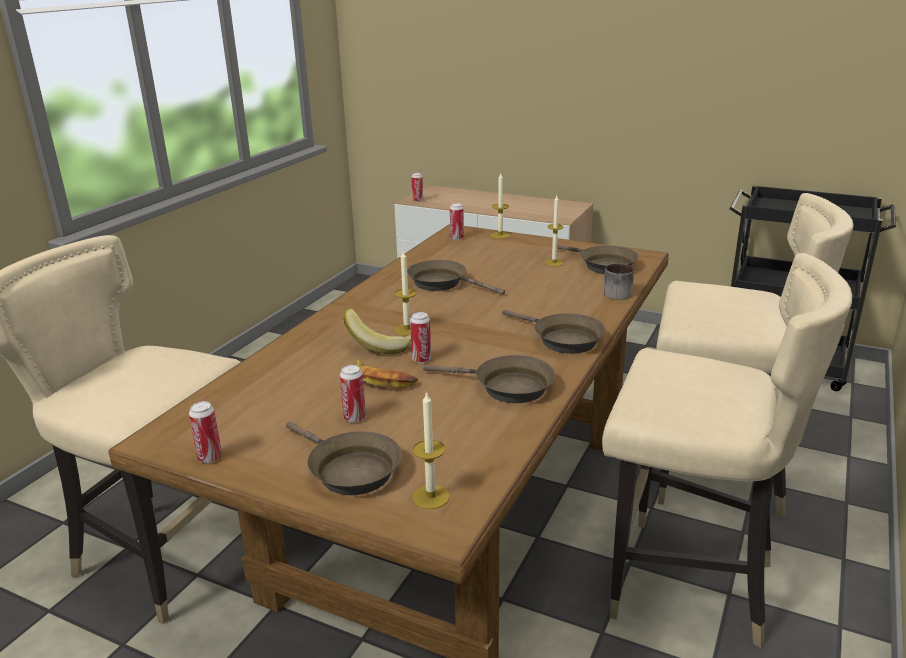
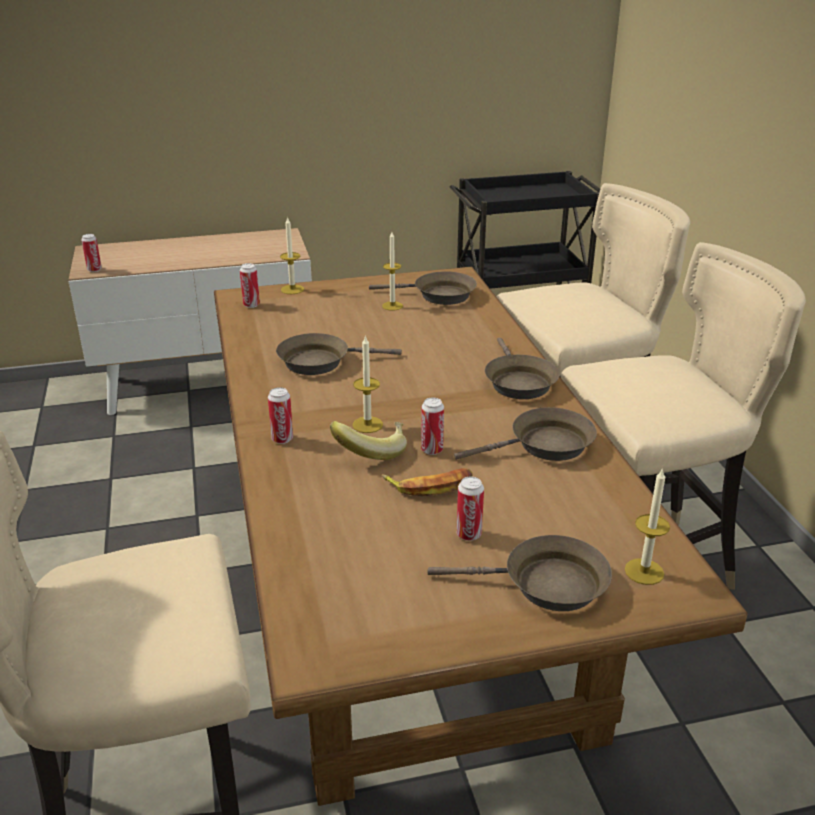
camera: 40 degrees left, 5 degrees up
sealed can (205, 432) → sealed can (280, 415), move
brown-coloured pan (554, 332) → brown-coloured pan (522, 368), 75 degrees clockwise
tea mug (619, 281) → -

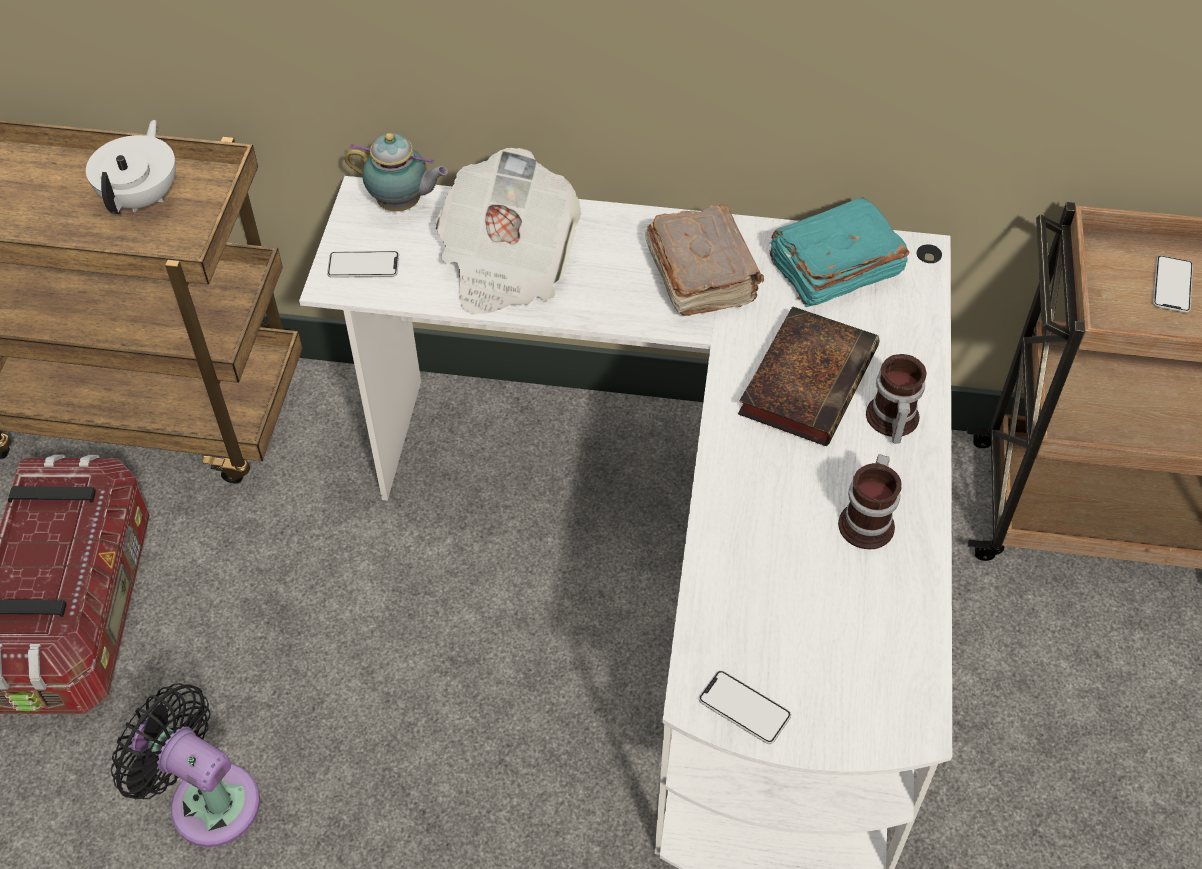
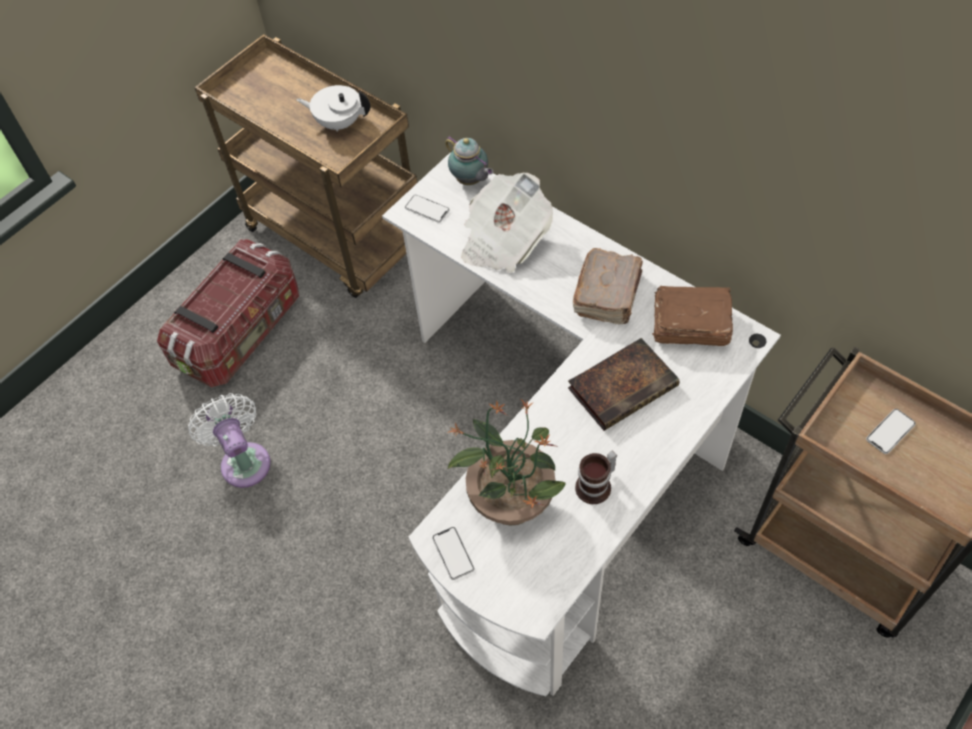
camera: 35 degrees right, 5 degrees up
black fan (185, 765) → whitish fan (229, 440)
whitish teapot (131, 167) → whitish teapot (333, 108), 120 degrees counterclockwise
- → houseplant (507, 462)
turquoise volume (839, 252) → brown-coloured volume (692, 316)
tea mug (896, 399) → -

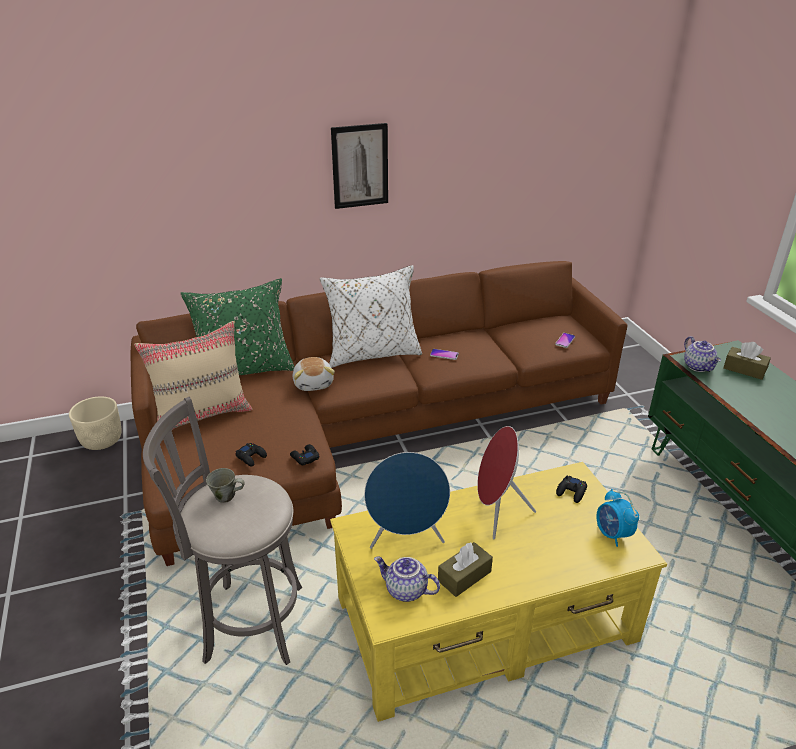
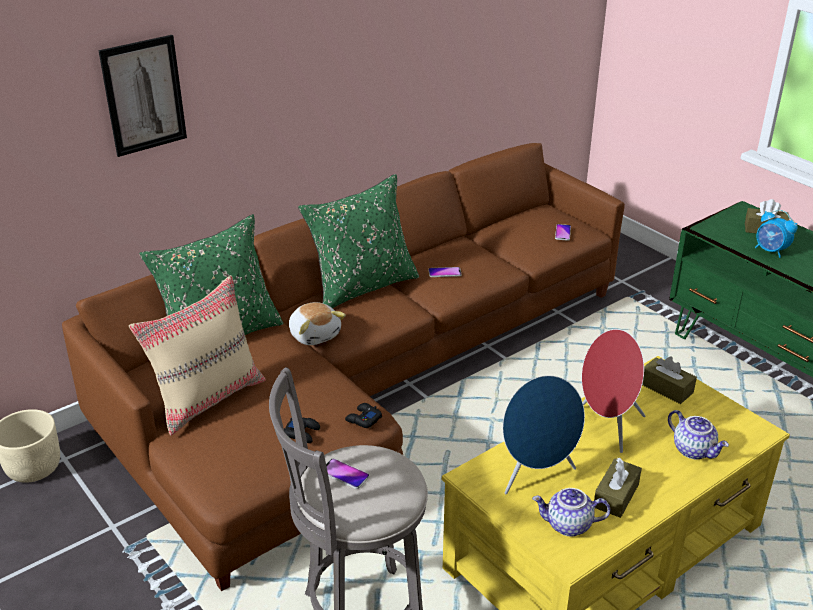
camera: 20 degrees left, 0 degrees up
wall art (359, 166) → wall art (142, 96), move
whitish pillow (371, 316) → greenish pillow (358, 241)
gray tea mug (225, 485) → telephone (347, 473)
black joypad (571, 489) → brown-coloured tissue holder (669, 380)
teapot (702, 354) → teapot (698, 435), move
bedside clock (617, 518) → bedside clock (776, 234), move

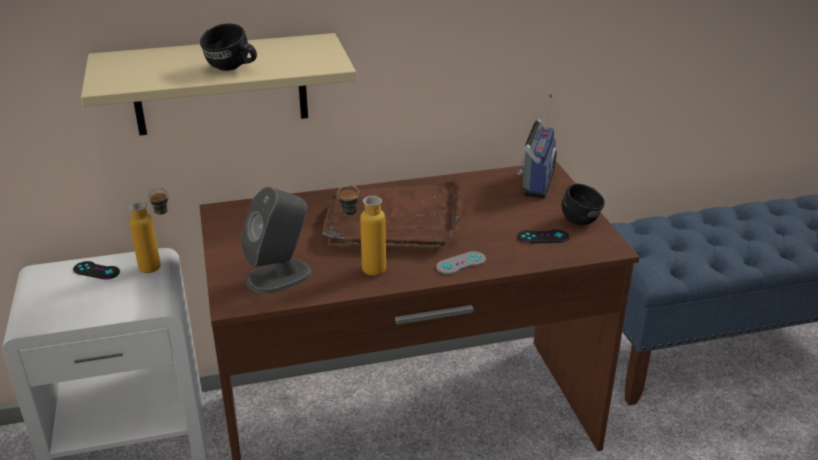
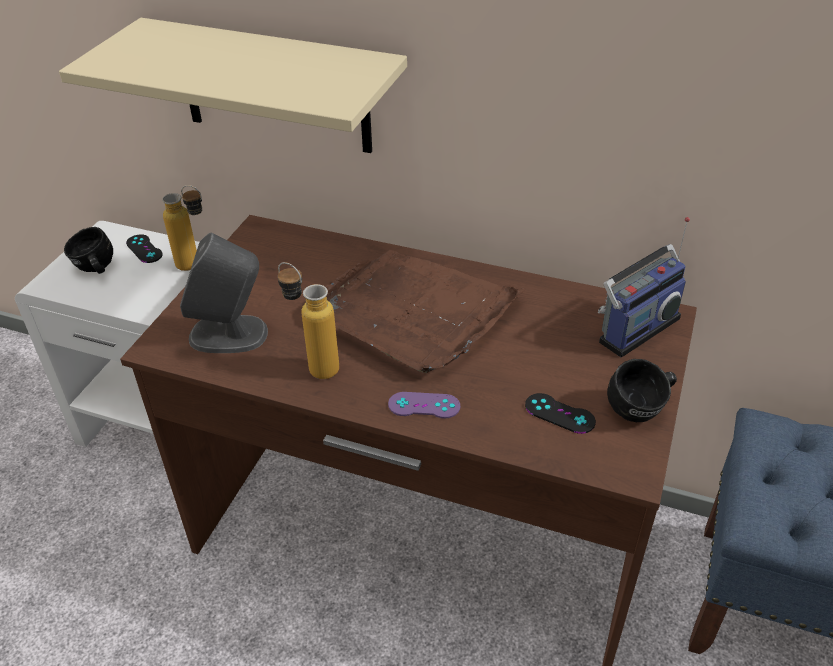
camera: 35 degrees right, 10 degrees up
black tea mug (228, 47) → black tea mug (88, 250), move
gray joypad (461, 262) → purple joypad (424, 405)

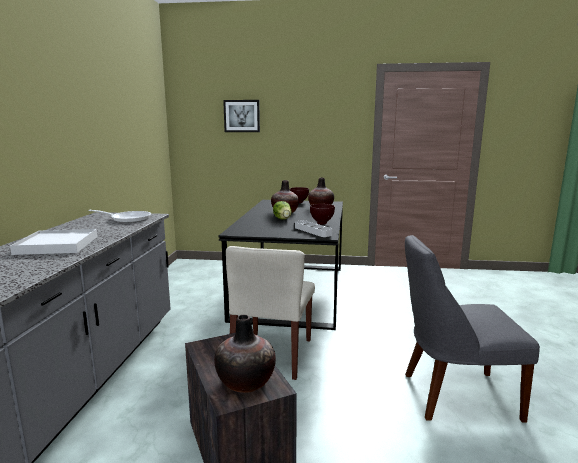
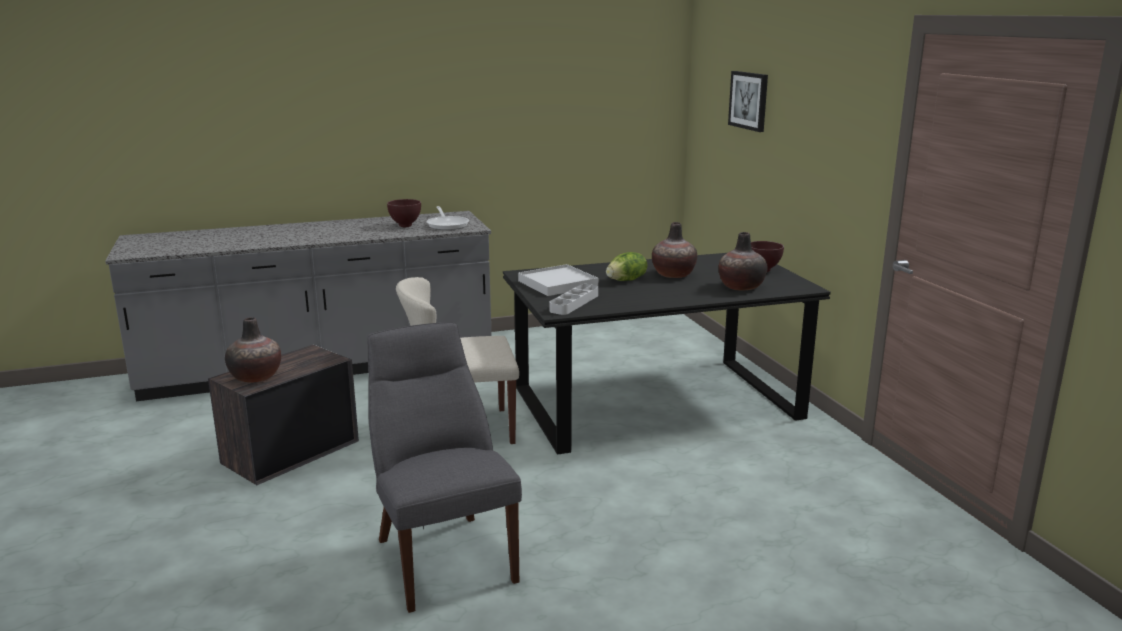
camera: 65 degrees right, 5 degrees up
brown-coloured bowl (322, 214) → brown-coloured bowl (404, 213), move
whitish tray (53, 242) → whitish tray (558, 280), move

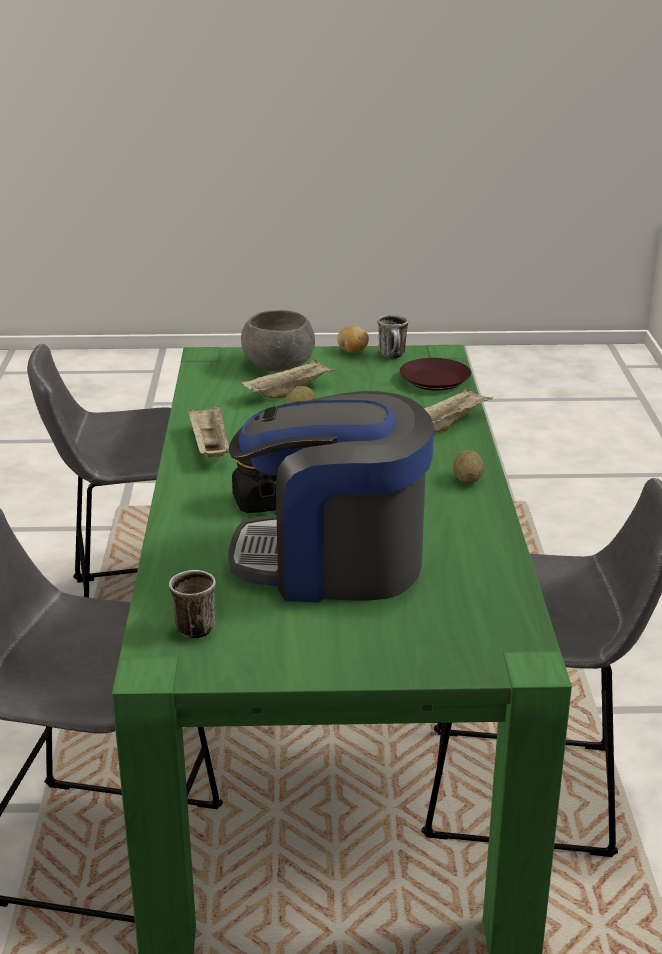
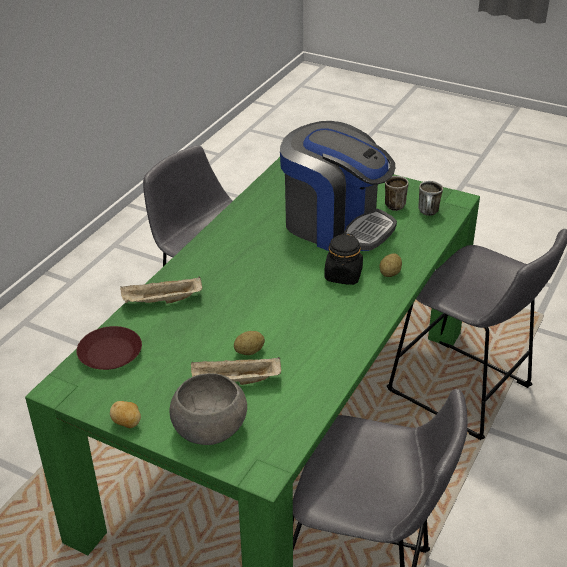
camera: 150 degrees left, 10 degrees up
potato (468, 466) → potato (390, 265), move
tea mug (392, 337) → tea mug (397, 193), move
beige-coloured tray (208, 431) → -

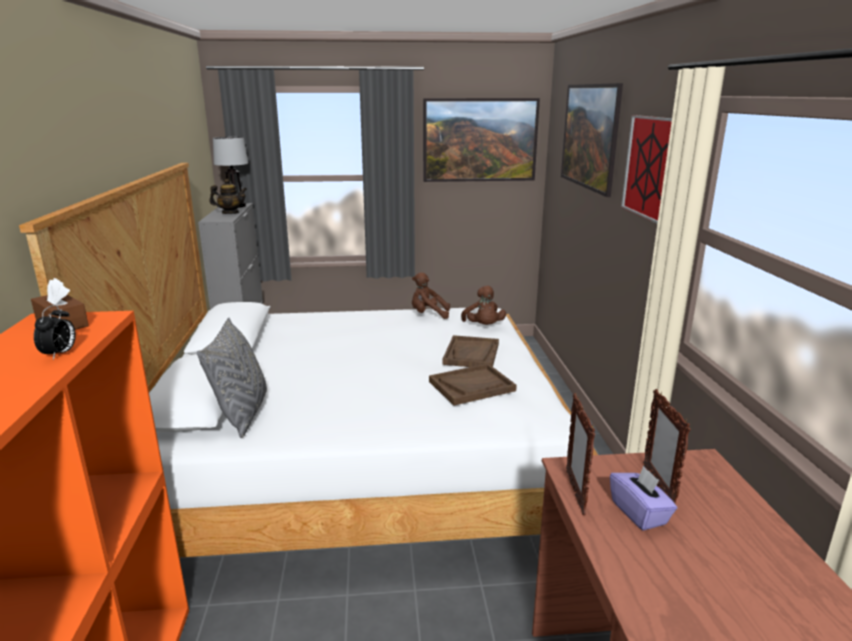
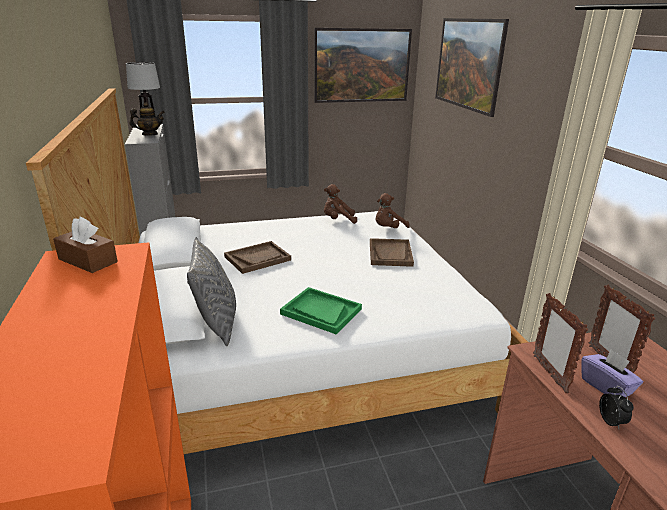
camera: 10 degrees left, 5 degrees up
brown-coloured tray (473, 384) → brown-coloured tray (257, 257), move
- → greenish tray (321, 310)
brown-coloured plush toy (483, 305) → brown-coloured plush toy (393, 210), 75 degrees clockwise
bedside clock (55, 332) → bedside clock (616, 407), move
wall art (646, 169) → -

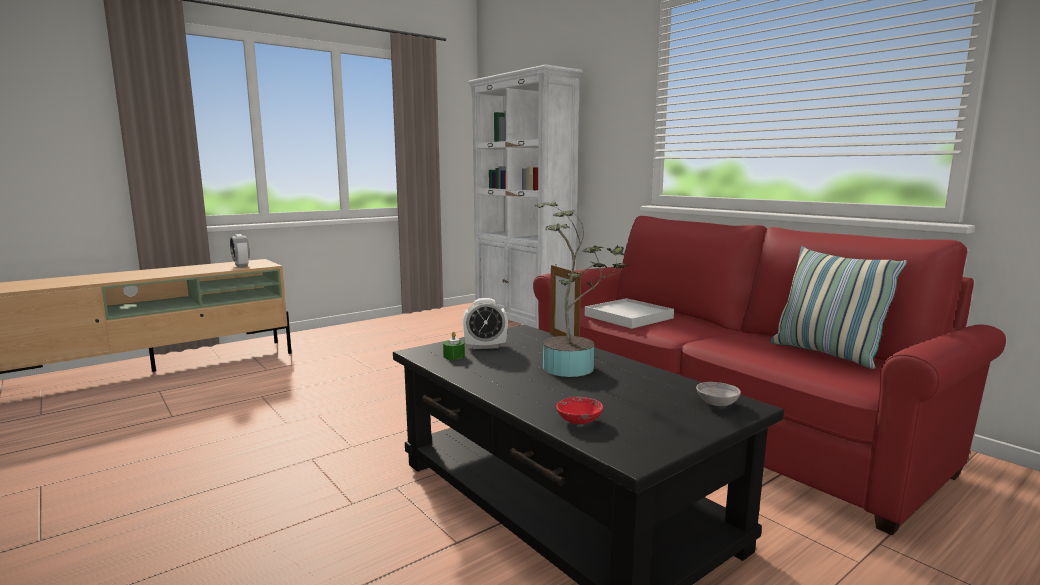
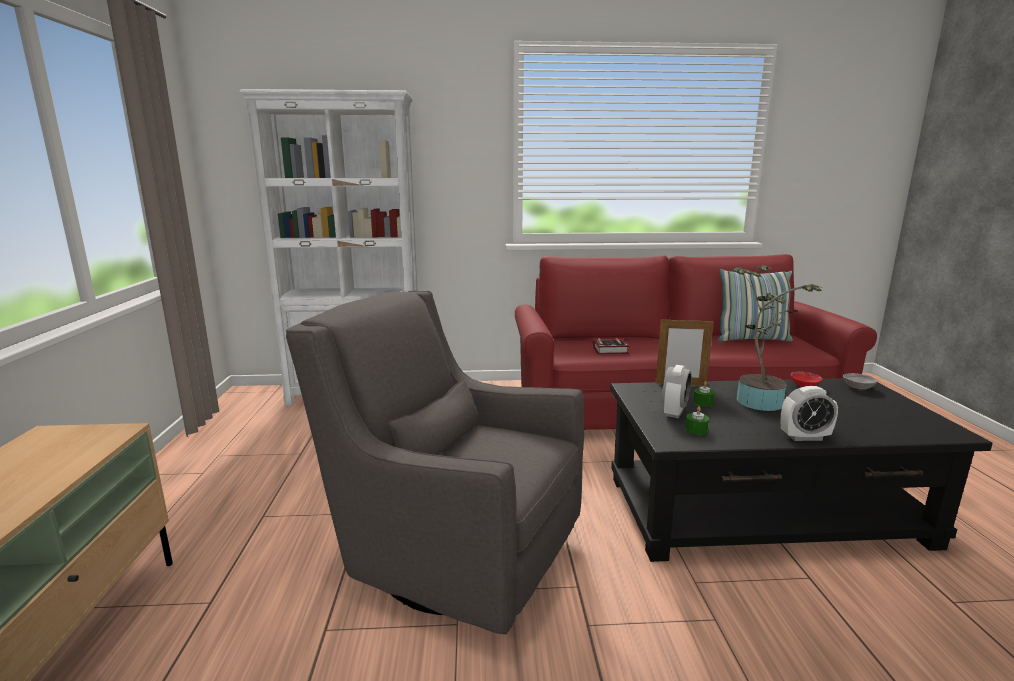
camera: 55 degrees left, 5 degrees up
- → gray armchair (435, 462)
whitish tray (629, 313) → volume (611, 346)
- → greenish wax candle (704, 394)
bedside clock (240, 250) → bedside clock (809, 413), move
reddish bowl (579, 410) → reddish bowl (806, 379), move

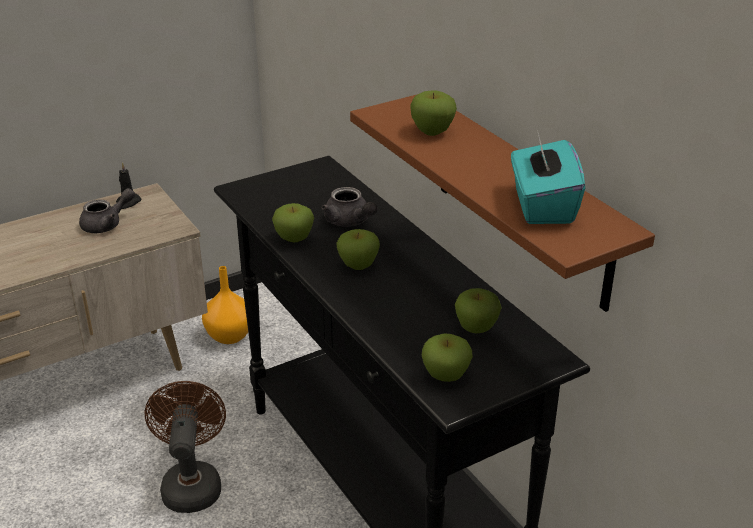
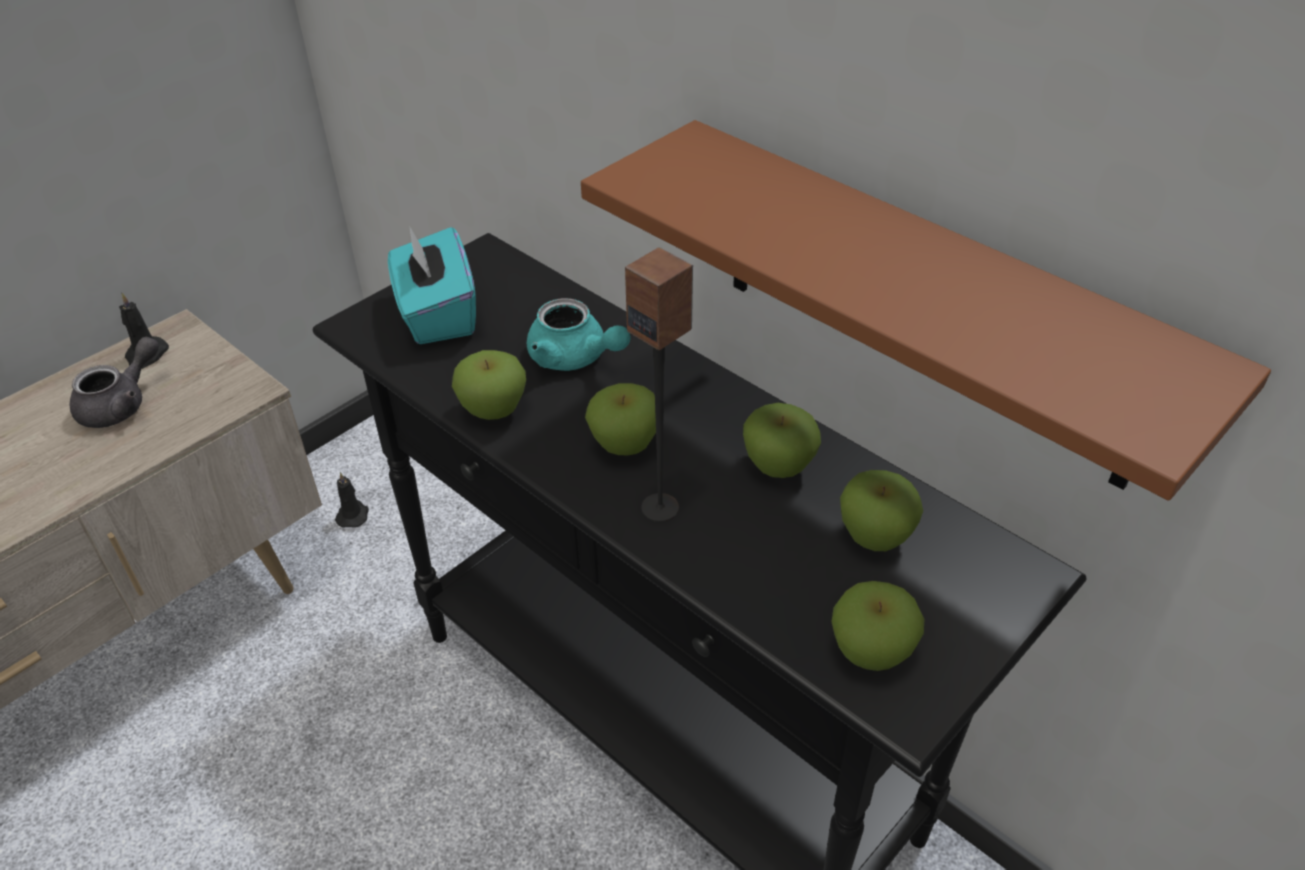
camera: 15 degrees left, 10 degrees up
orangey flower vase (225, 305) → black wax candle (352, 500)
turquoise tissue holder (548, 178) → turquoise tissue holder (432, 285), move
gray teapot (349, 207) → turquoise teapot (579, 334)
- → loudspeaker (659, 384)
whole apple (433, 113) → whole apple (782, 440), move
brown-coloured fan (185, 447) → -

